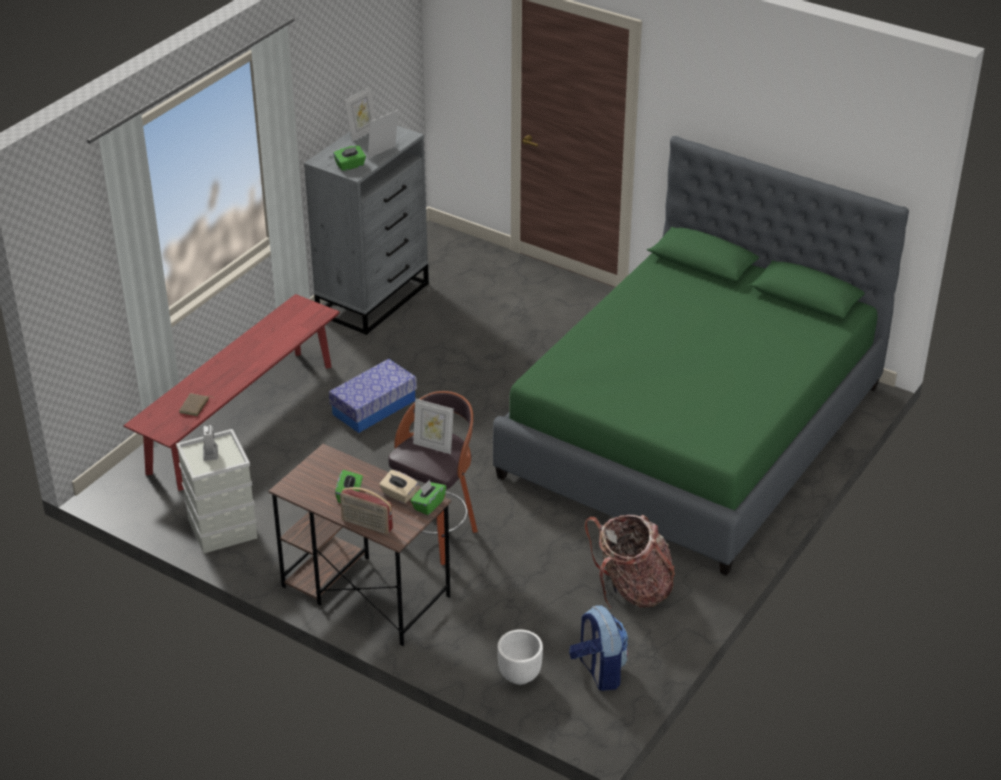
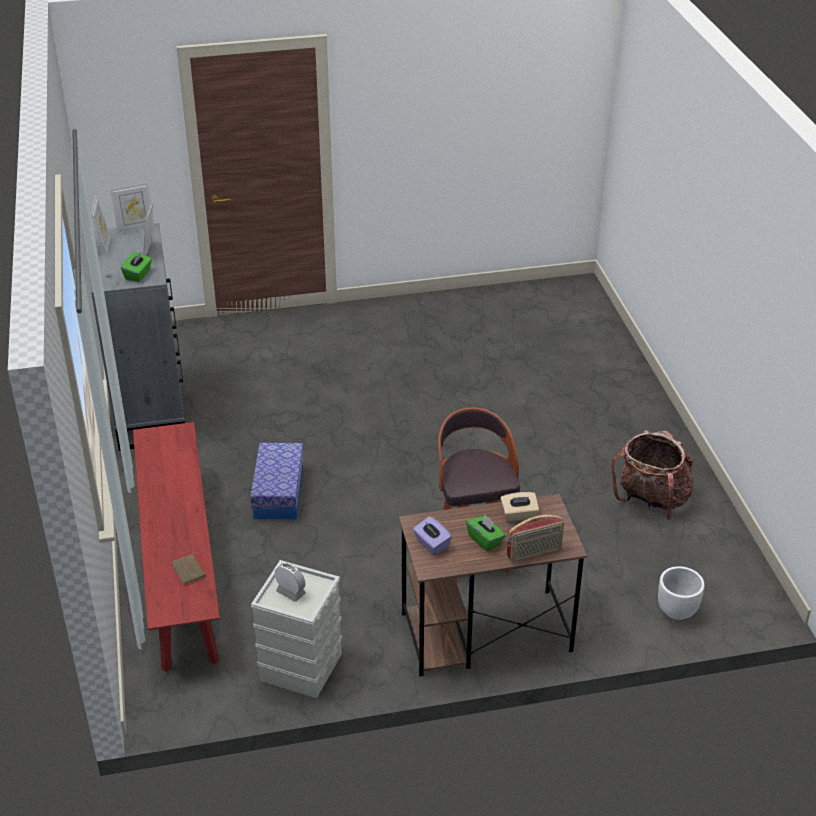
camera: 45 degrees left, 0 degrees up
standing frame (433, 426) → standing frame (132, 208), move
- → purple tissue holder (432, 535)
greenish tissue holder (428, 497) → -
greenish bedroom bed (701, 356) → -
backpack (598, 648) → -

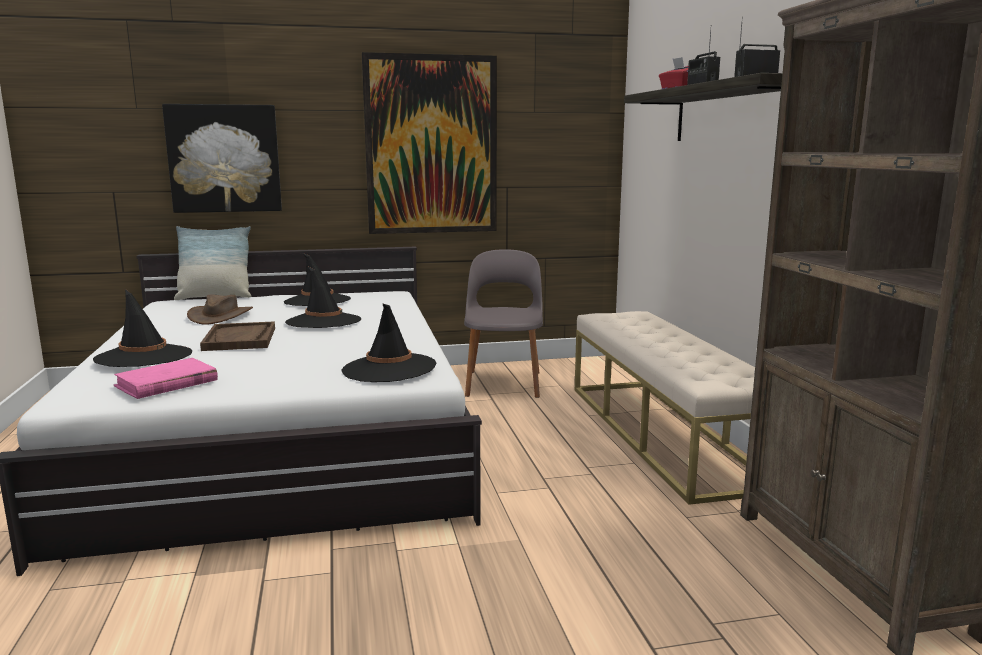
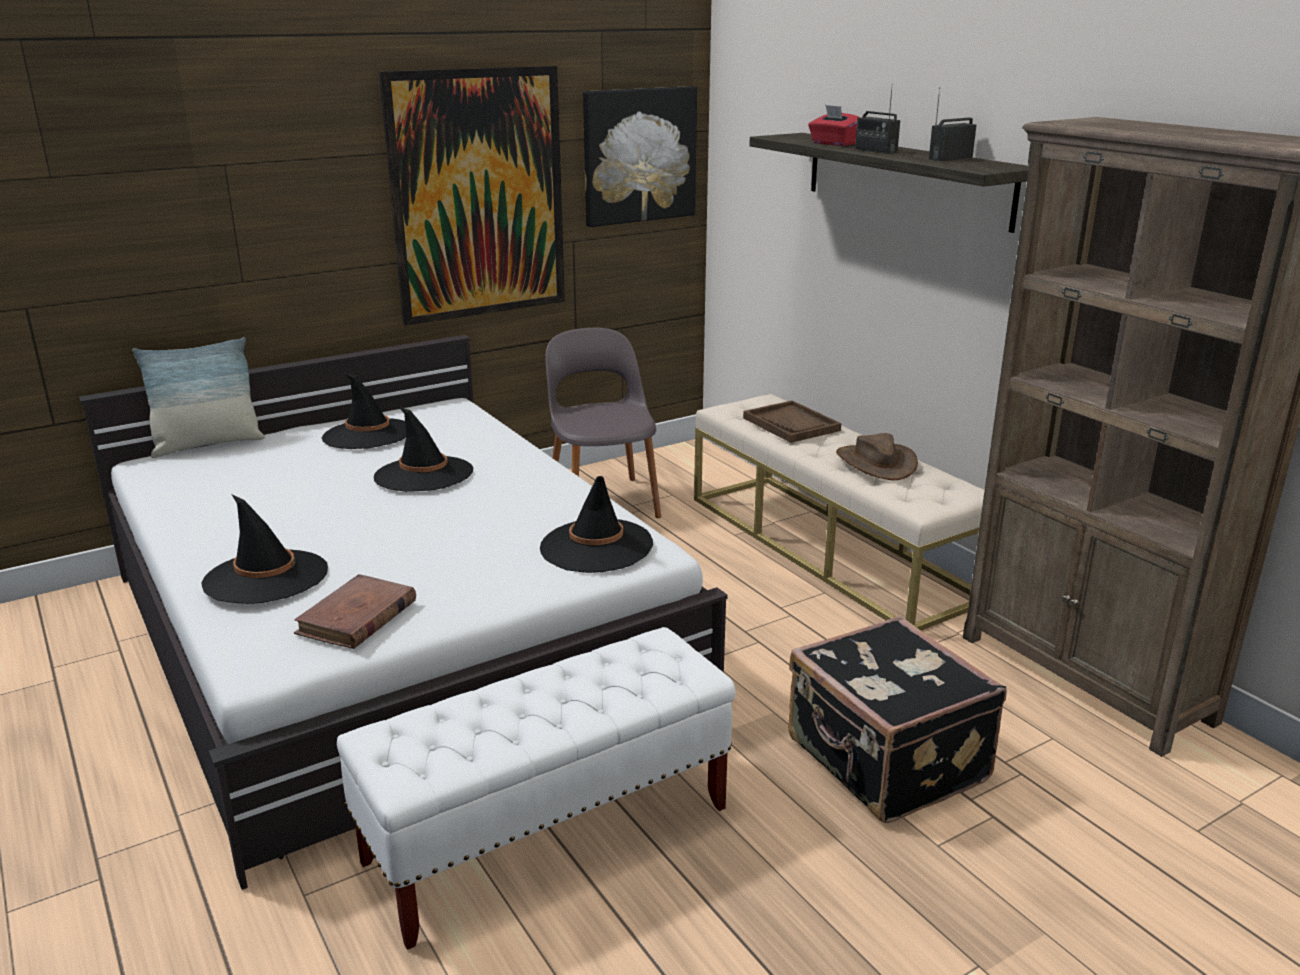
camera: 20 degrees left, 10 degrees up
pink-coloured volume (166, 378) → brown-coloured volume (355, 611)
- → whitish bench (536, 788)
wall art (222, 158) → wall art (640, 156), move
brown-coloured tray (237, 336) → brown-coloured tray (792, 422), move
- → black suitcase (897, 719)
brown-coloured hat (220, 309) → brown-coloured hat (877, 456), move

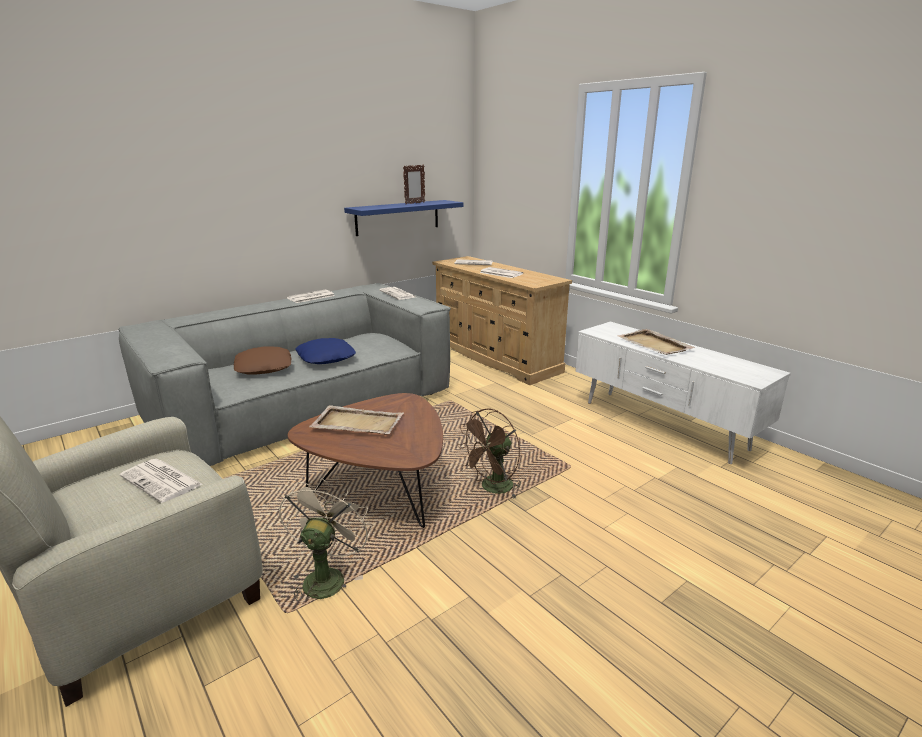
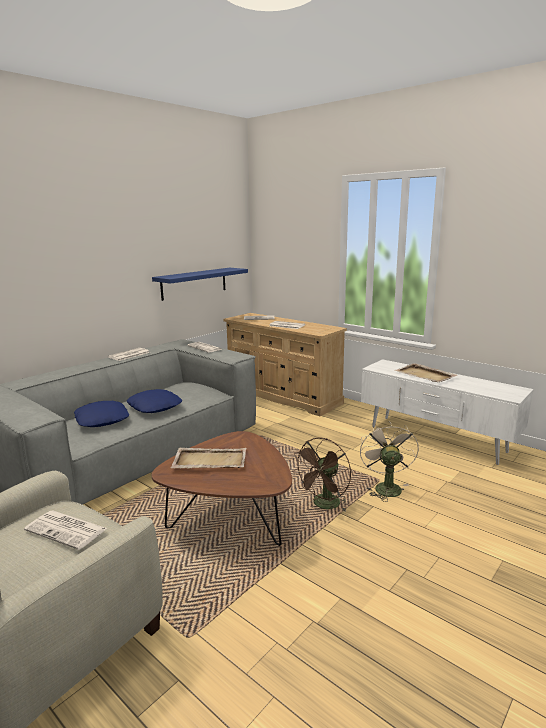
camera: 10 degrees left, 5 degrees down
brown-coloured pillow (262, 360) → blue pillow (101, 414)
beige-coloured fan (325, 542) → beige-coloured fan (389, 461), move
standing frame (414, 184) → -

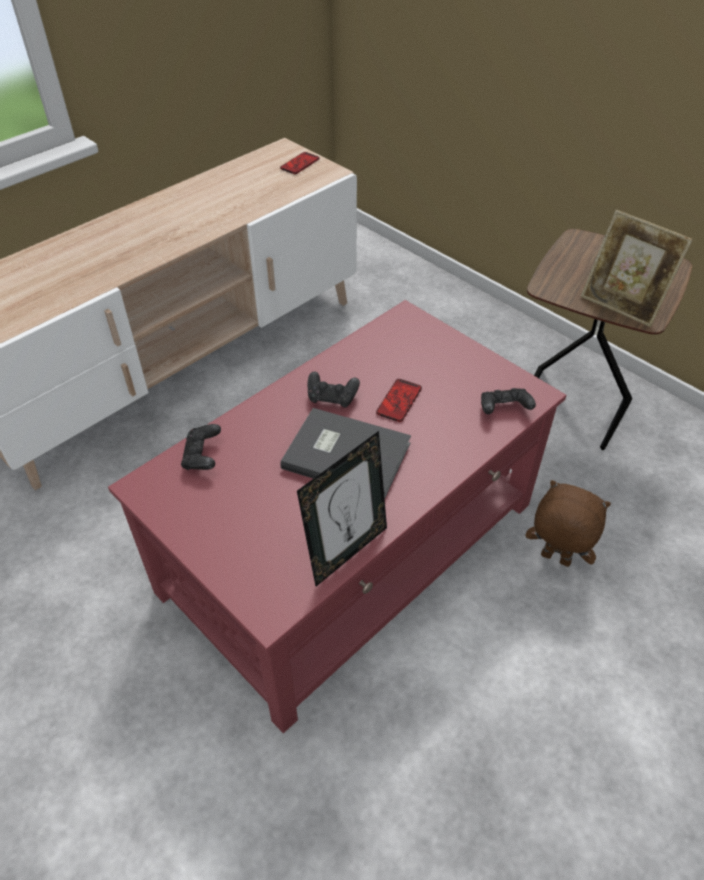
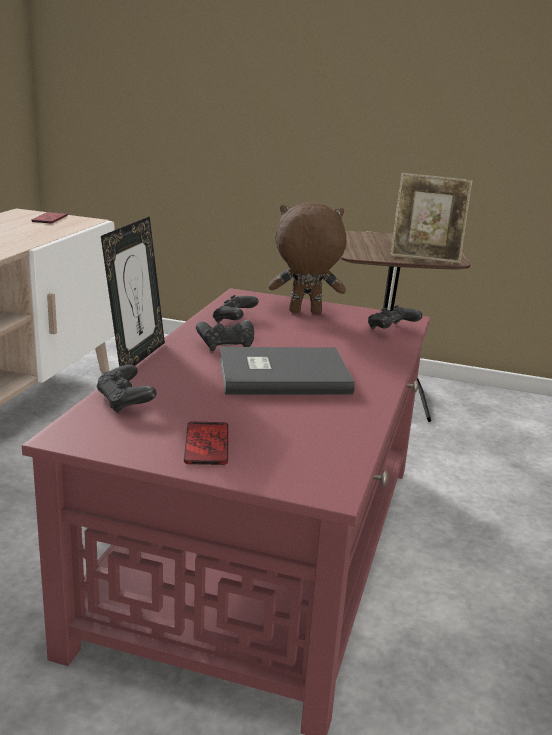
camera: 30 degrees left, 25 degrees down
standing frame (342, 508) → standing frame (133, 291), move
telephone (399, 400) → telephone (206, 443), move
- → black joypad (236, 309)
brown-coloured plush toy (568, 523) → brown-coloured plush toy (308, 258), move

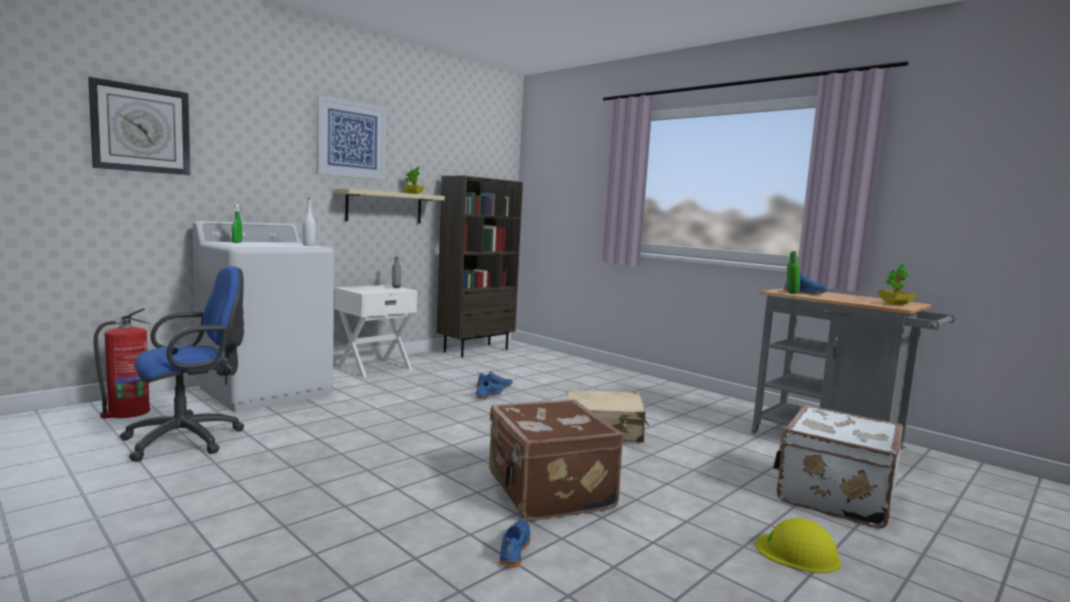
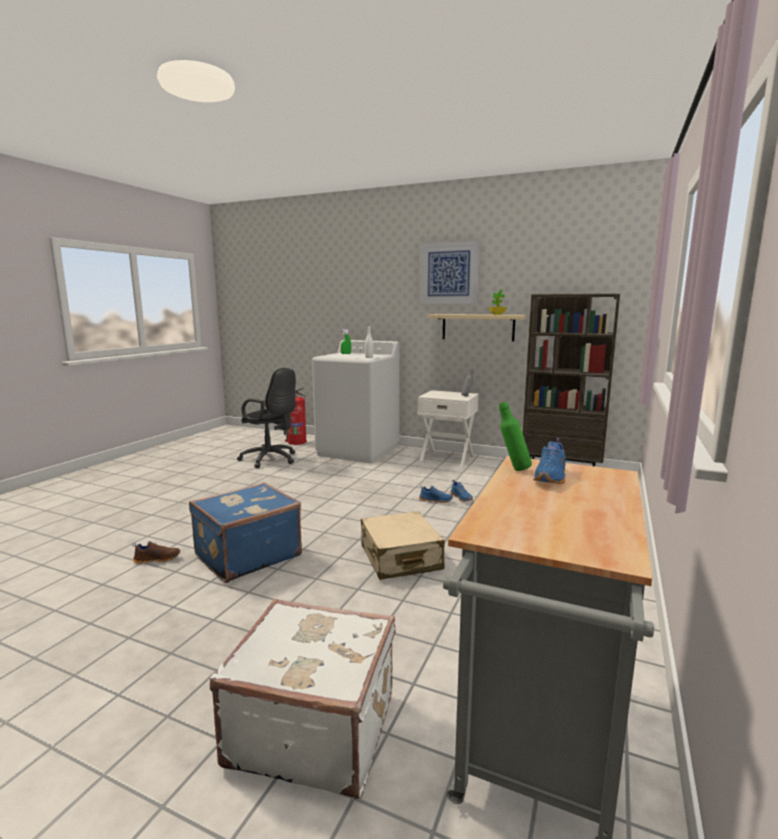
camera: 70 degrees right, 5 degrees up
blue shoe (515, 543) → brown-coloured shoe (156, 552)
brown-coloured suitcase (556, 460) → blue suitcase (245, 532)
blue office chair (182, 364) → black office chair (266, 418)
hanging clock (139, 126) → -
yellowish hard hat (798, 545) → -
houseplant (897, 284) → -

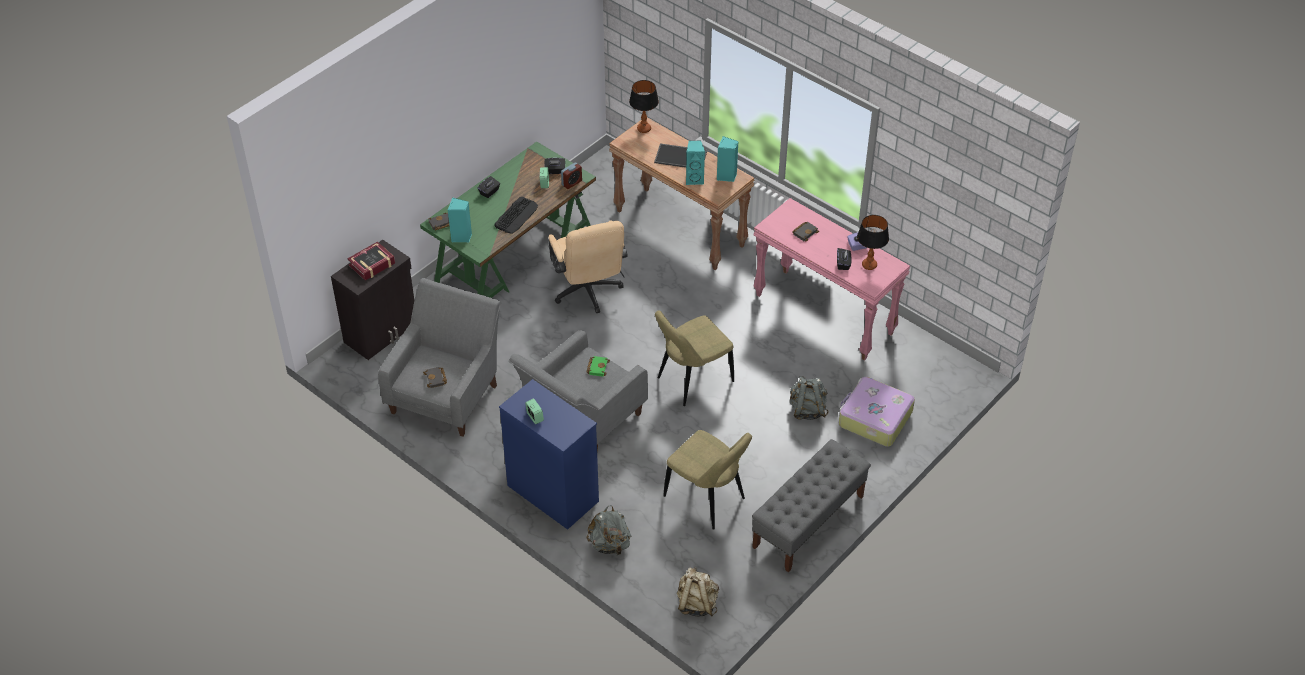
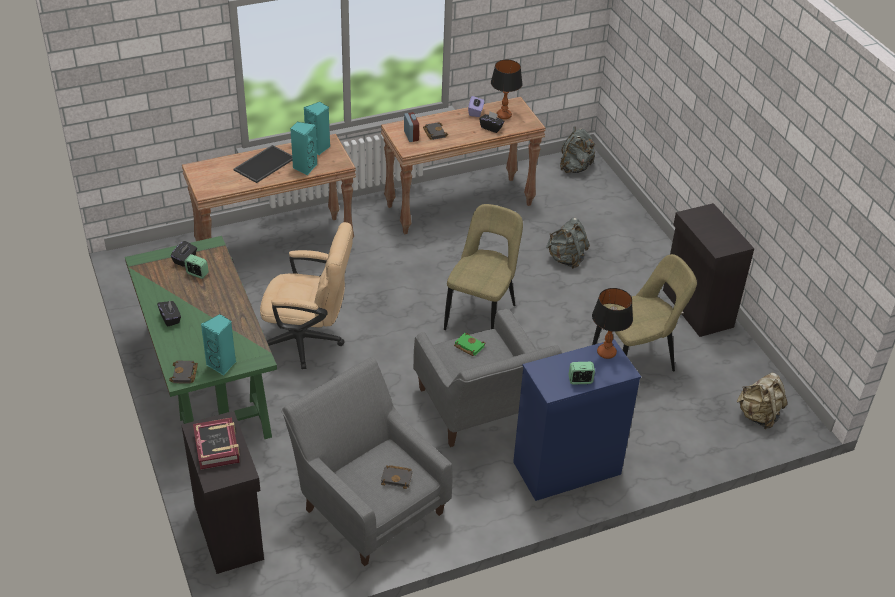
camera: 65 degrees left, 5 degrees down
pink-coloured console table (832, 279) → brown-coloured console table (463, 165)
bedside clock (571, 175) → bedside clock (411, 127), move
beige-coloured chair (694, 358) → beige-coloured chair (483, 267), 150 degrees counterclockwise
gray backpack (609, 530) → gray backpack (578, 149), move
tabletop lamp (644, 106) → tabletop lamp (612, 323), move
gray bench (811, 505) → black cupboard (708, 270)
PC keyboard (516, 215) → -
suitcase (877, 412) → -

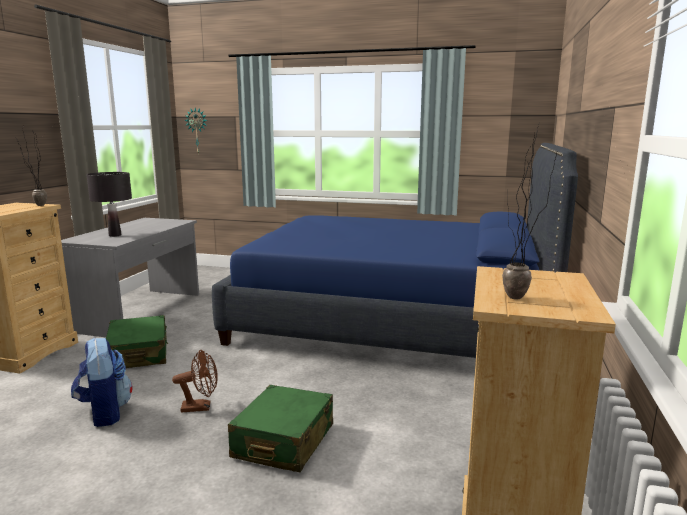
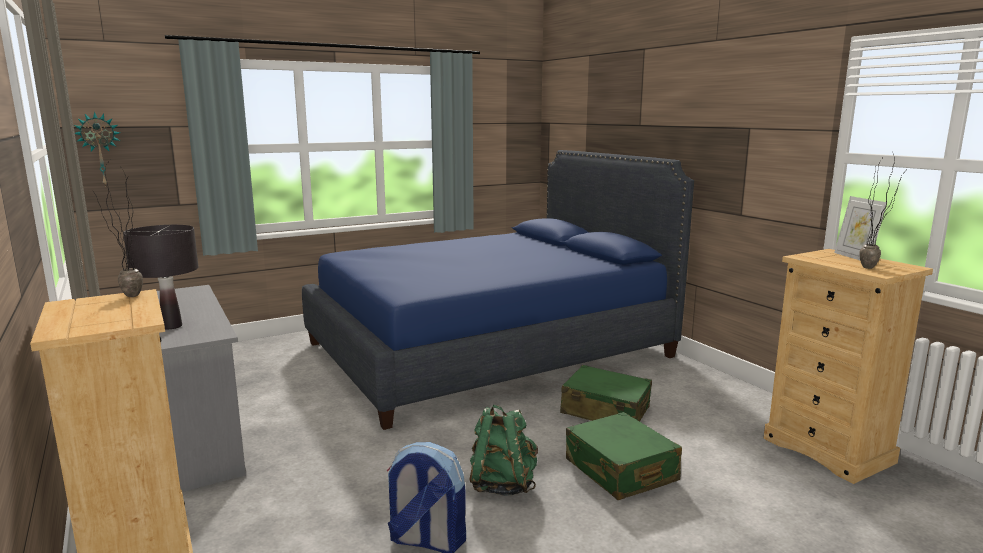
camera: 45 degrees left, 0 degrees up
brown-coloured fan (195, 380) → greenish backpack (503, 450)
greenish suitcase (137, 341) → greenish suitcase (606, 393), move
- → standing frame (860, 228)

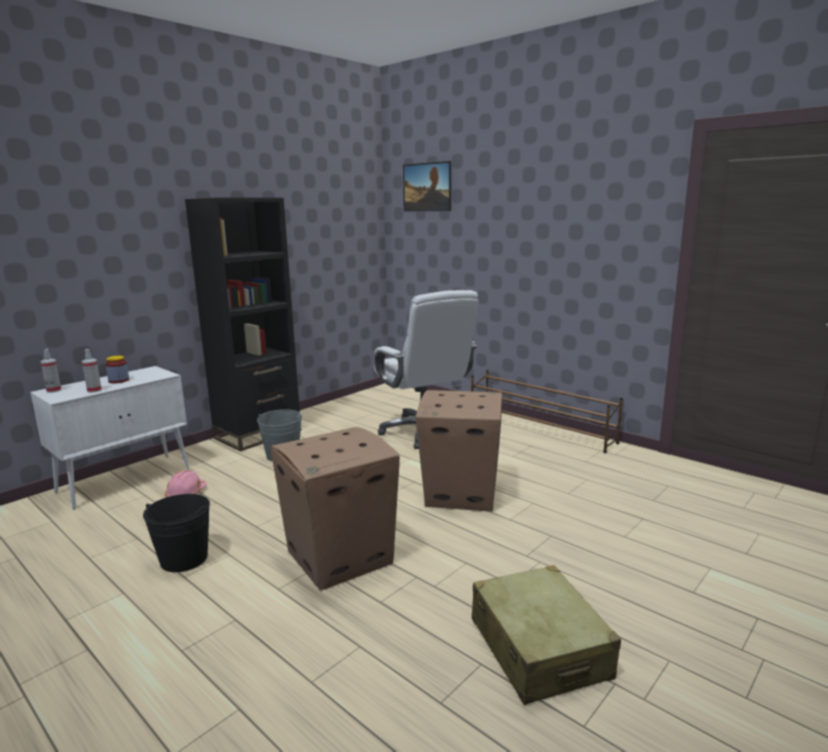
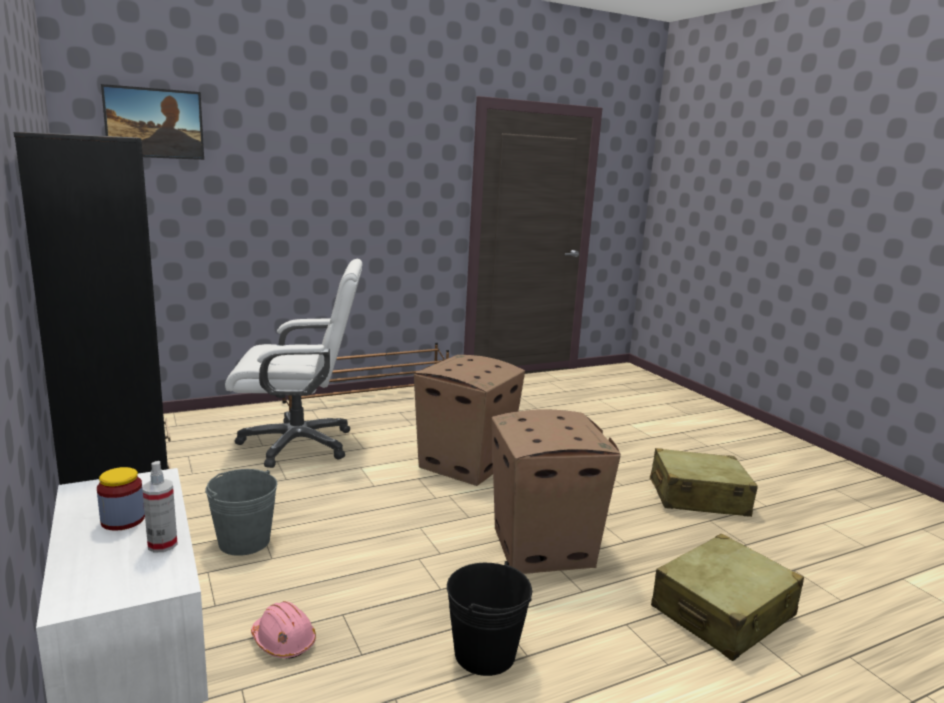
camera: 70 degrees left, 0 degrees up
- → beige-coloured suitcase (727, 597)
sprayer (50, 371) → -

